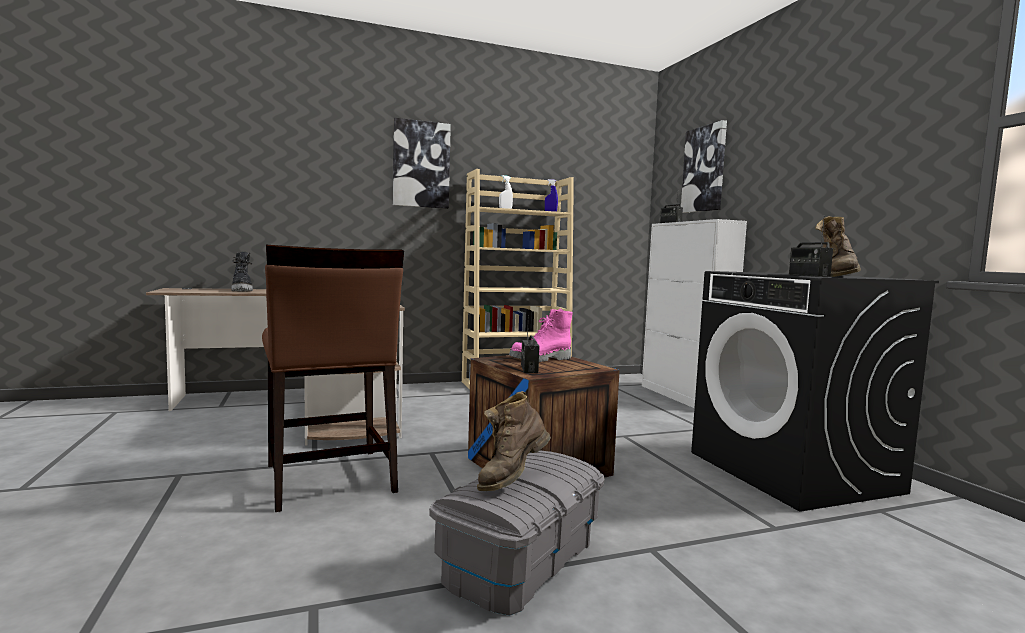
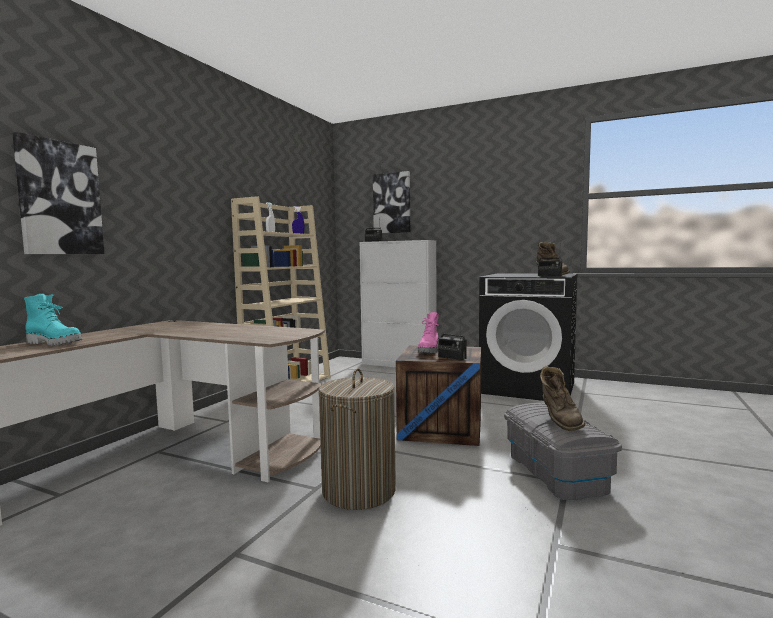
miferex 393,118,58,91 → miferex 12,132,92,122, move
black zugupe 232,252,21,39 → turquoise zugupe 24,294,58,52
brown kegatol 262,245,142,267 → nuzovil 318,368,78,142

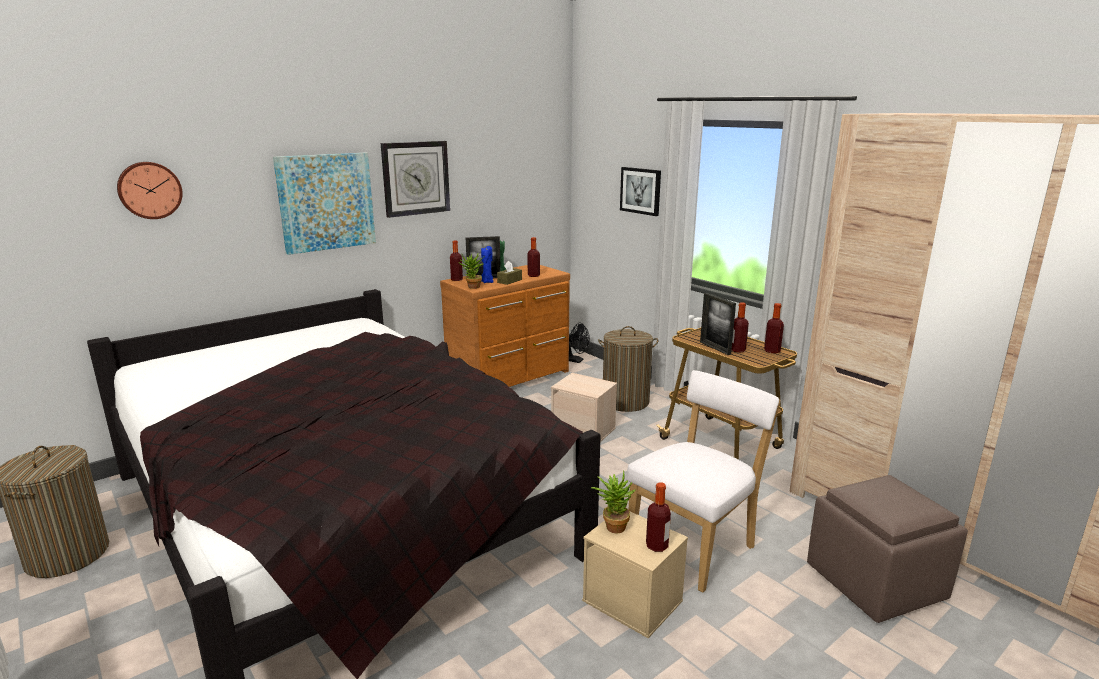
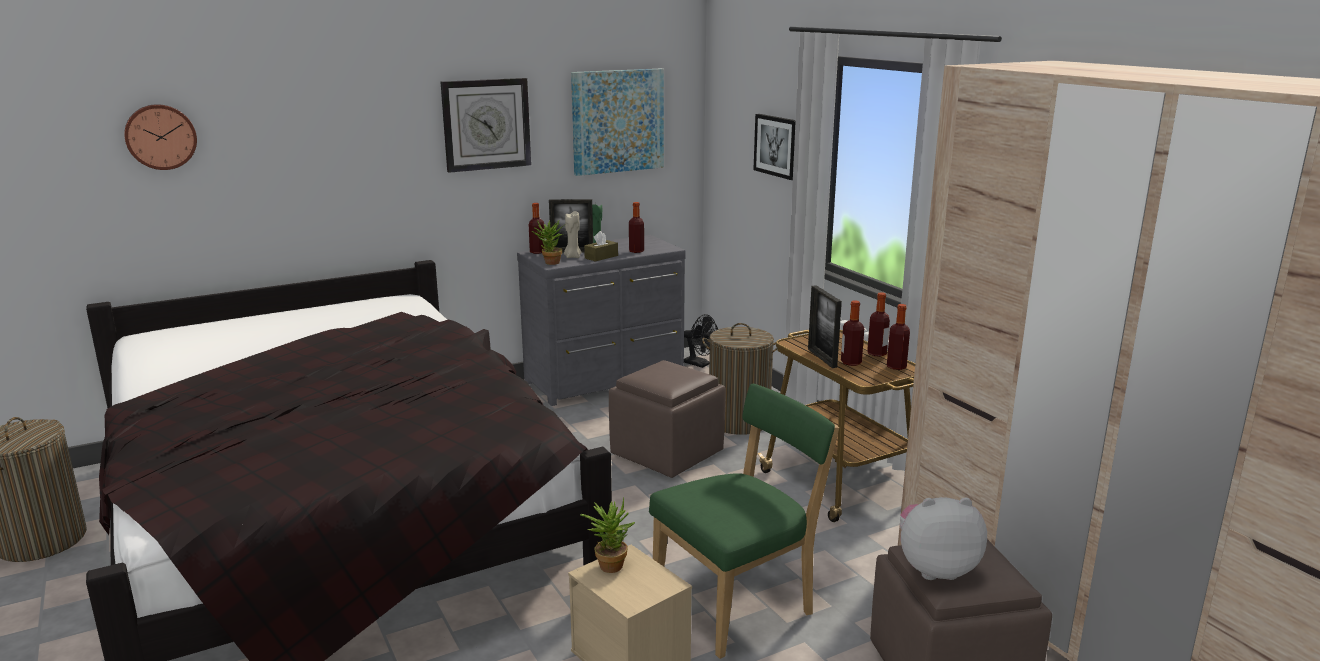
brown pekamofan 440,265,130,122 → grey pekamofan 517,235,169,171
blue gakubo 481,246,12,37 → beige gakubo 564,211,17,47
miferex 273,153,103,102 → miferex 571,69,93,107, move
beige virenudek 551,373,66,69 → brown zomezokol 609,360,117,118
white kegatol 626,370,155,223 → green kegatol 649,384,190,275
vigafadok 646,482,25,70 → vigafadok 867,292,23,65, move
- → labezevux 900,497,87,83

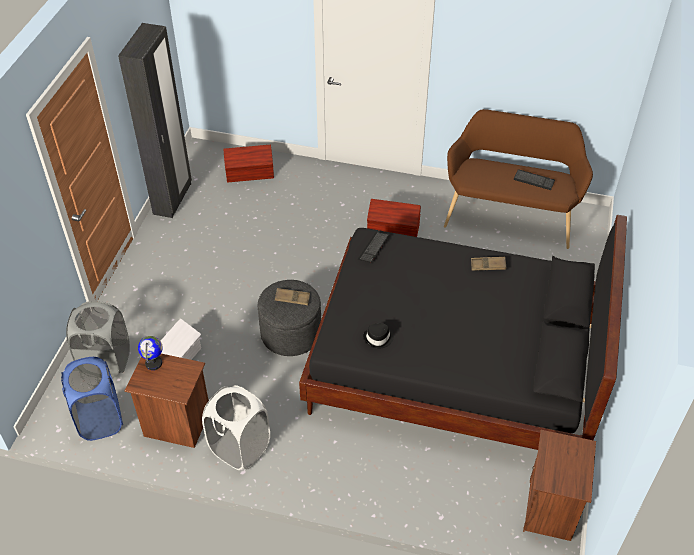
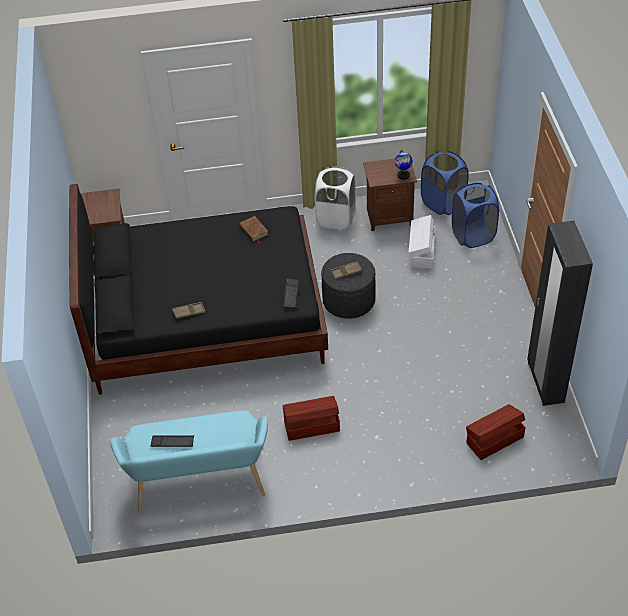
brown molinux 444,109,149,140 → turquoise molinux 110,410,158,104
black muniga 363,323,31,25 → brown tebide 239,216,30,27
grey nuzovil 66,301,64,77 → blue nuzovil 452,183,47,65

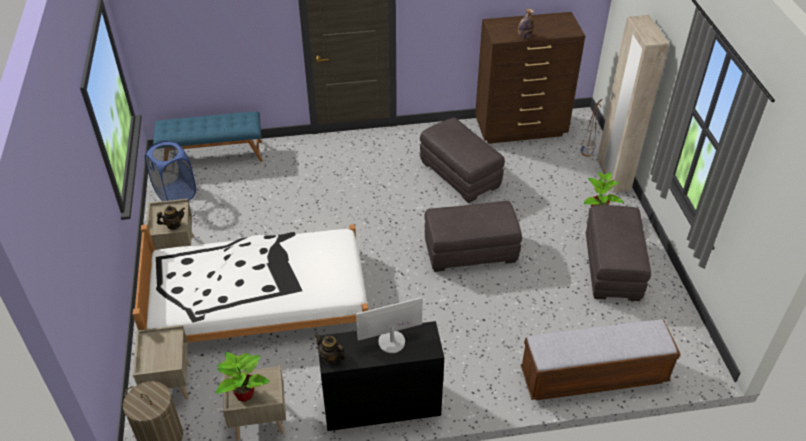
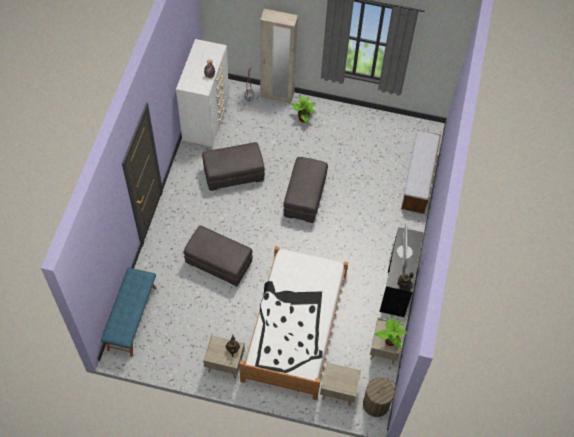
brown pekamofan 475,12,110,132 → white pekamofan 176,39,53,108
grey zomezokol 586,205,65,96 → grey zomezokol 184,226,69,60, move
blue nuzovil 145,141,51,60 → -

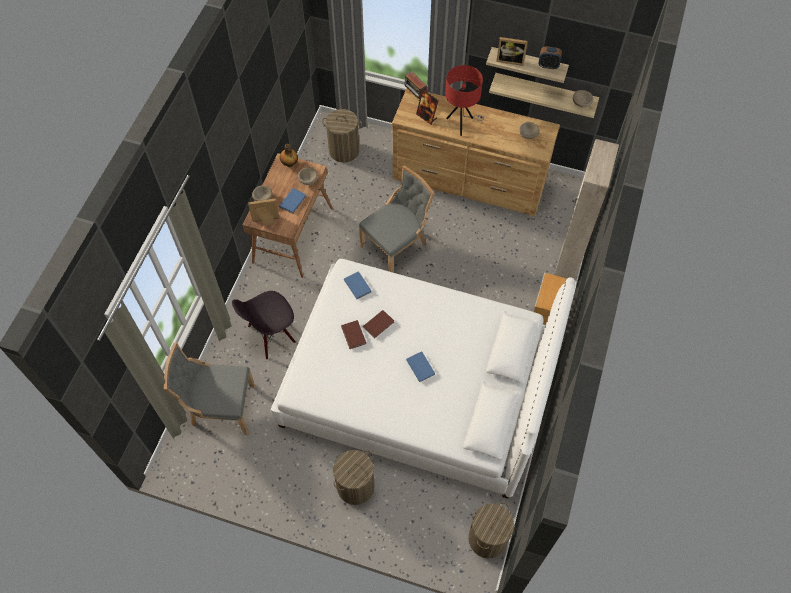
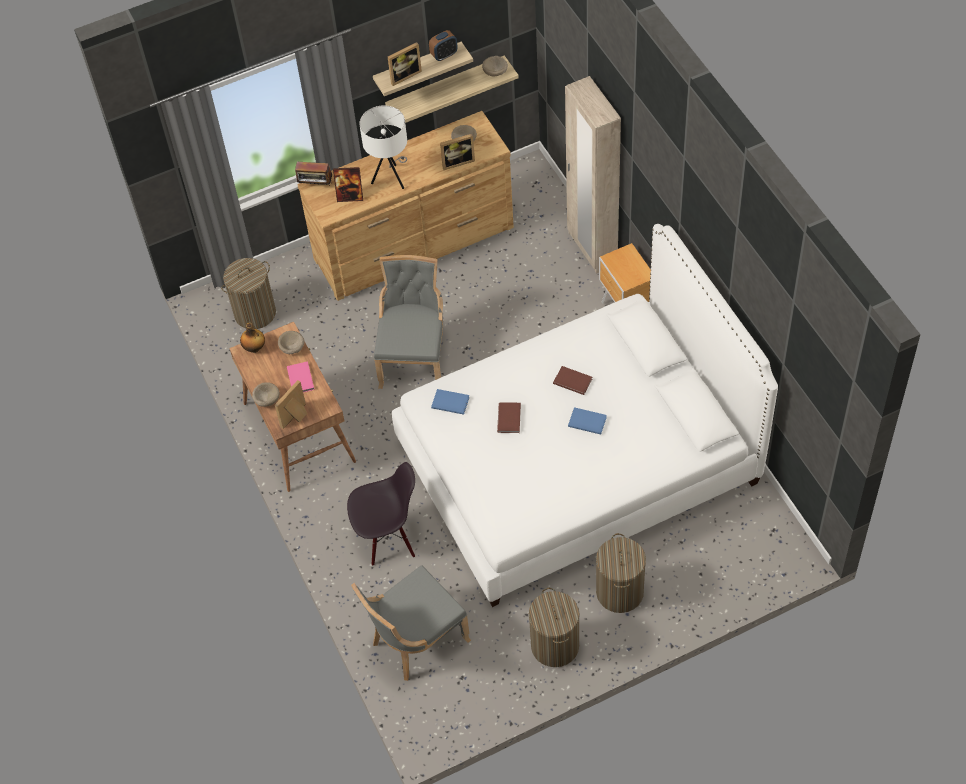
blue tebide 279,188,27,26 → pink tebide 287,361,27,31
black kegatol 232,291,63,68 → black kegatol 347,462,68,104, 120 degrees counterclockwise
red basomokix 445,65,39,71 → white basomokix 359,105,48,84
- → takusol 440,134,35,36
nuzovil 468,502,46,56 → nuzovil 529,588,51,79, move
brown tebide 341,320,25,29 → brown tebide 553,366,39,29, move

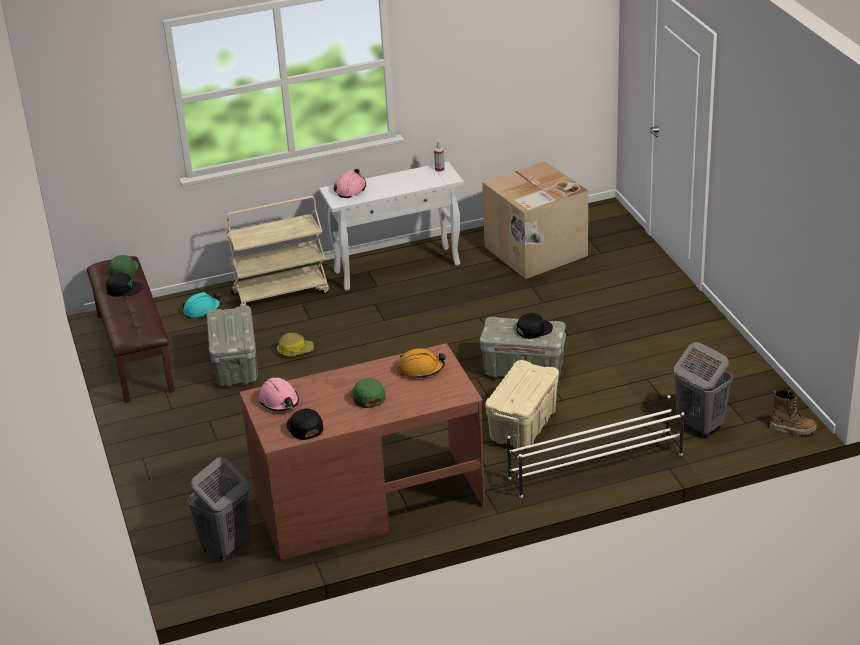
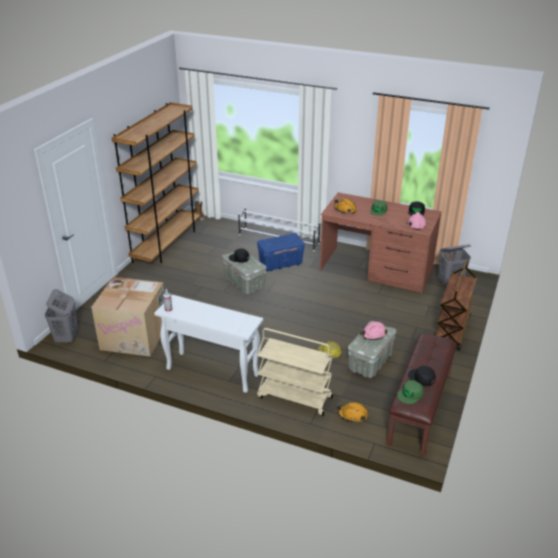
grey nuzovil 674,342,59,94 → grey nuzovil 44,289,34,56, move
- → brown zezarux 111,102,89,161
beige virenudek 485,360,74,89 → blue virenudek 257,233,48,38
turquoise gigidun 183,292,38,26 → orange gigidun 337,402,31,21
pink gigidun 334,169,32,29 → pink gigidun 360,321,27,19, move
- → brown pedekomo 436,259,41,91

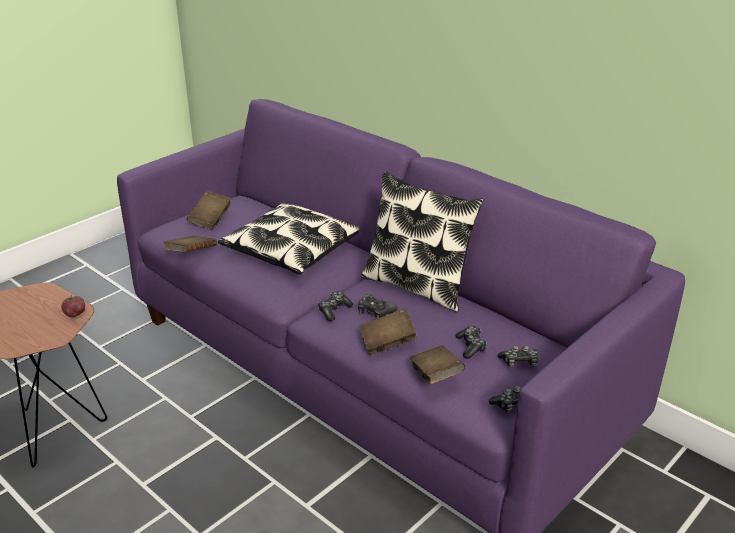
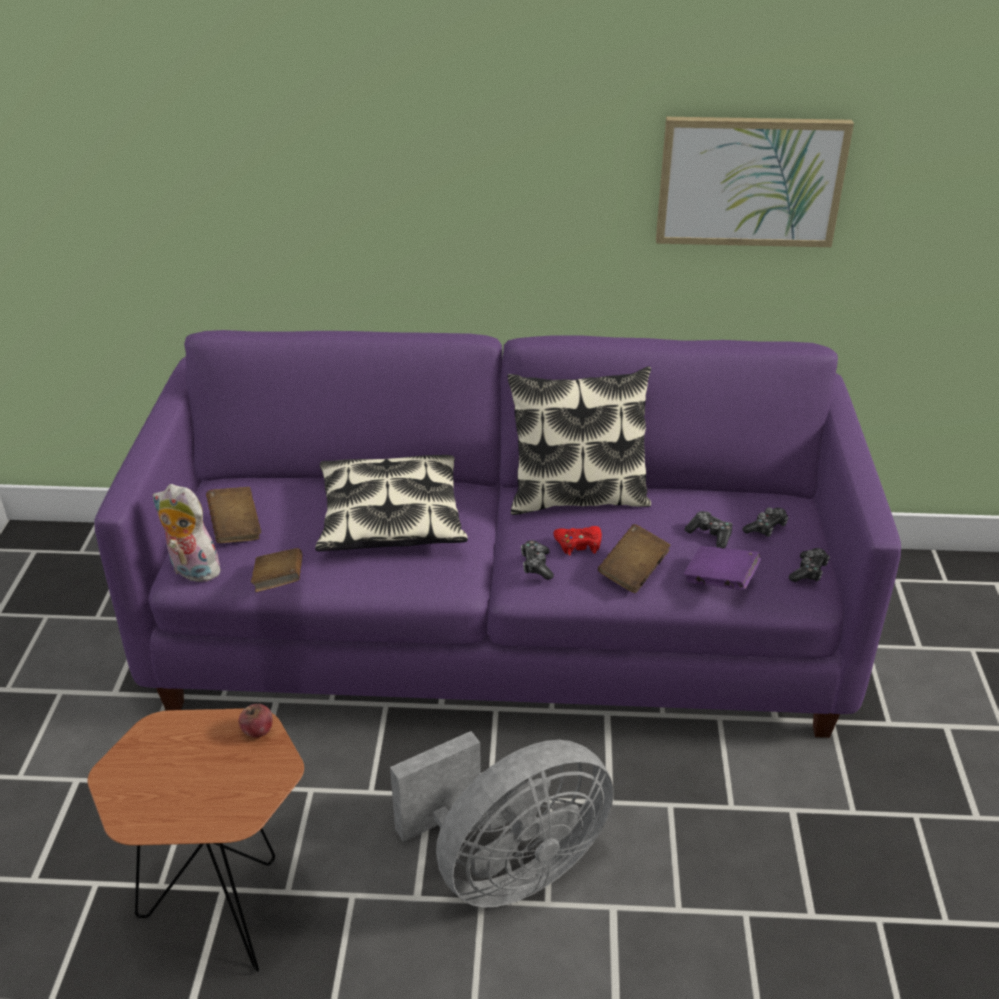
- → labezevux 153,484,74,98
- → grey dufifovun 390,731,224,177
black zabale 358,294,40,25 → red zabale 553,526,49,30
- → miferex 656,117,198,130
brown tebide 409,345,57,39 → purple tebide 684,546,77,44

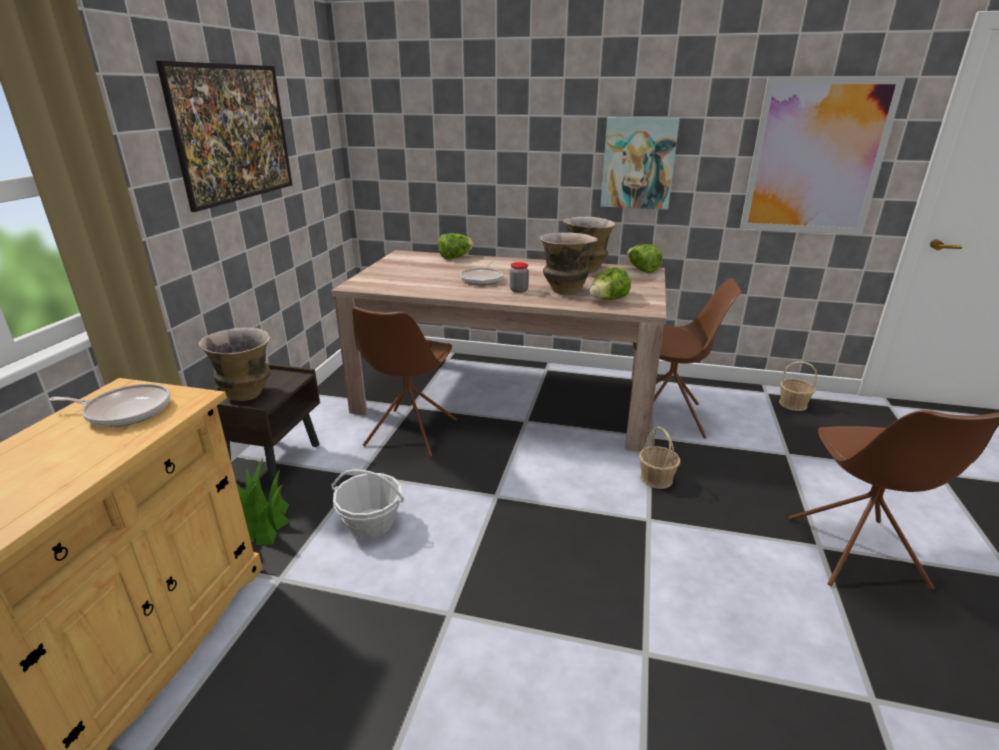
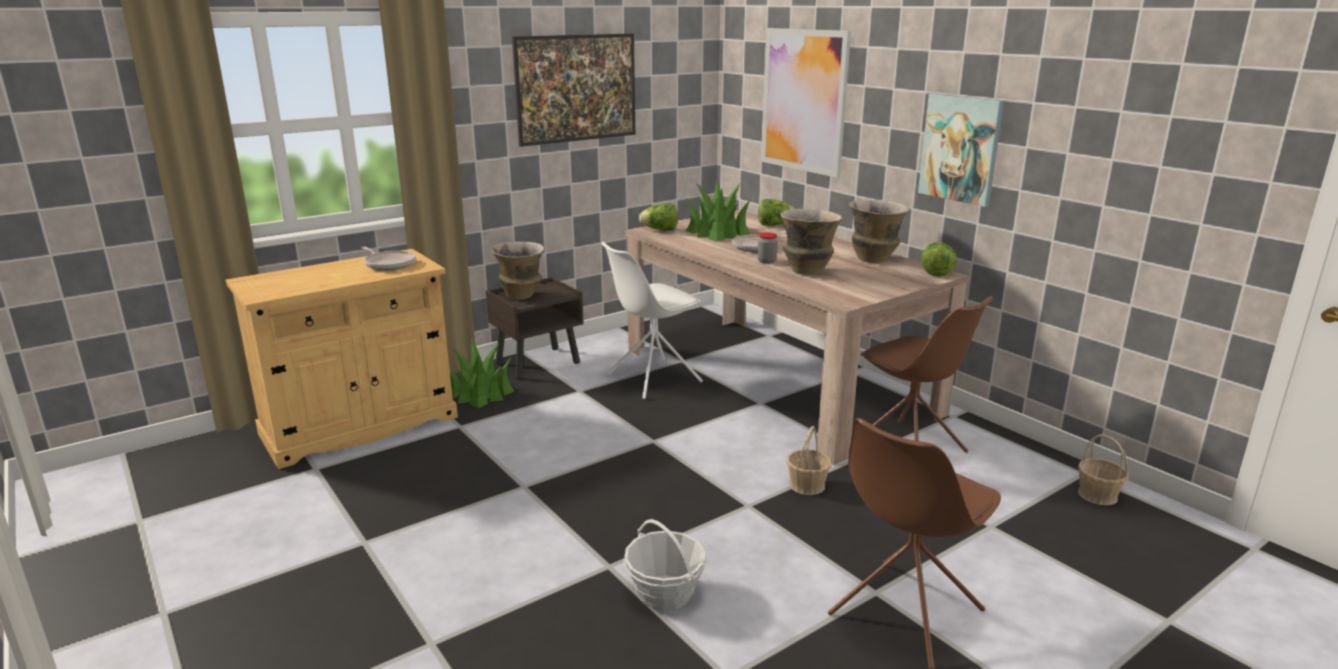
brown kegatol 352,307,105,150 → white kegatol 602,242,101,157
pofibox 331,469,73,69 → pofibox 624,519,82,92, move
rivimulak 590,268,41,32 → rivimulak 639,203,39,28, move
- → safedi 686,181,64,61
miferex 740,76,166,159 → miferex 761,28,90,150, move

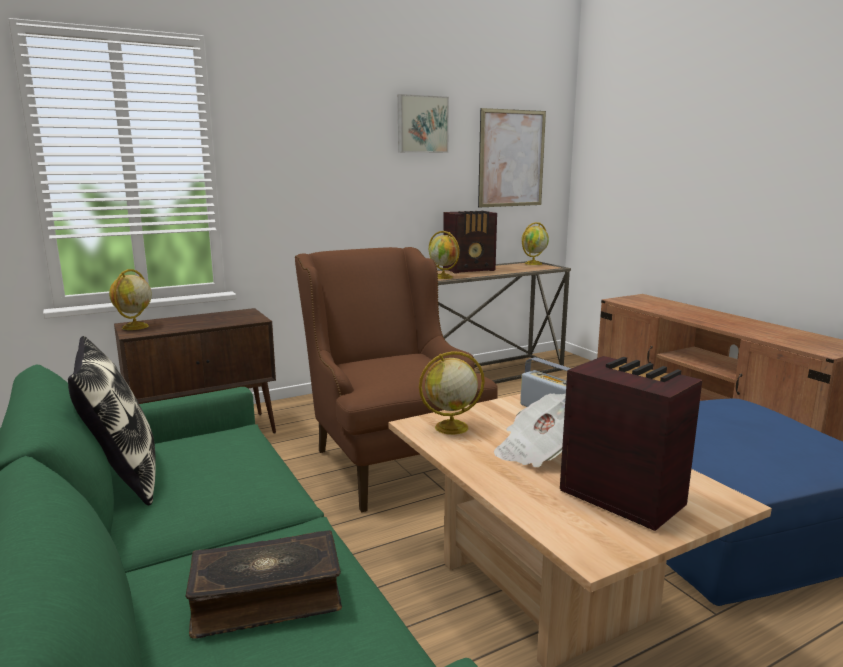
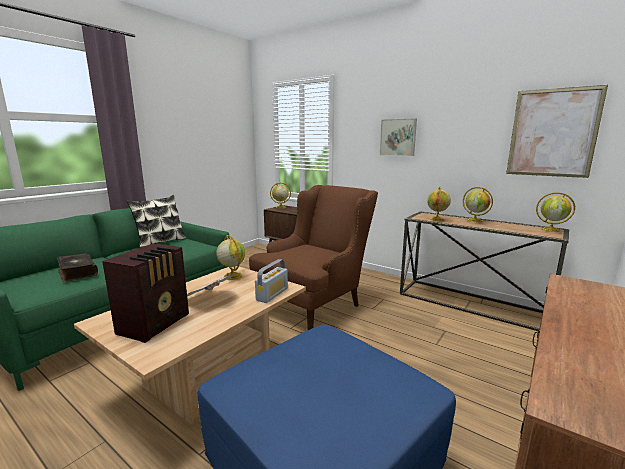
miferex 398,94,51,59 → miferex 380,118,37,38, move
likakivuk 443,211,54,63 → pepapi 463,187,30,36

